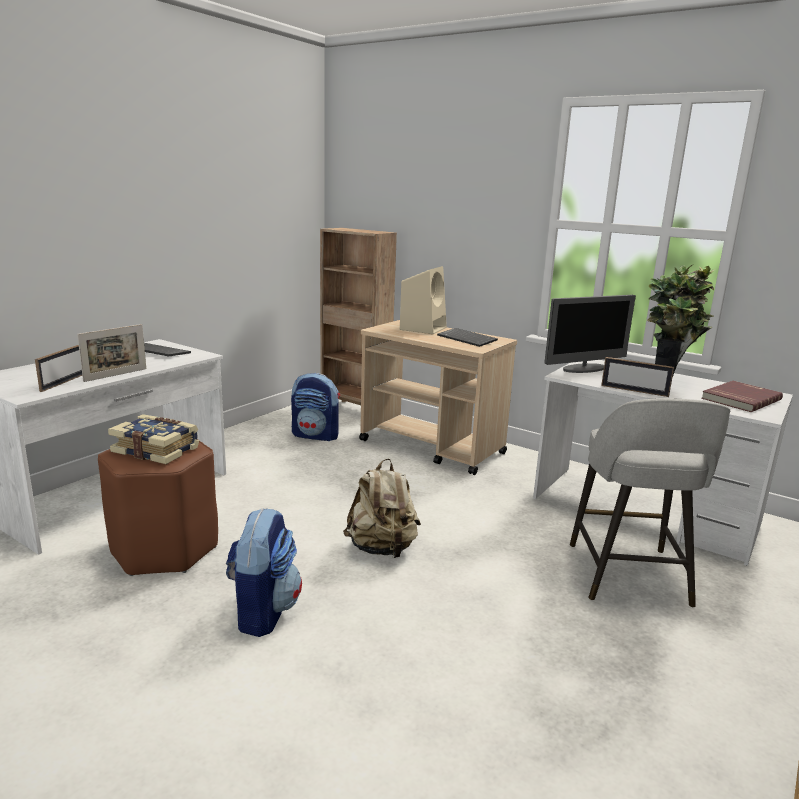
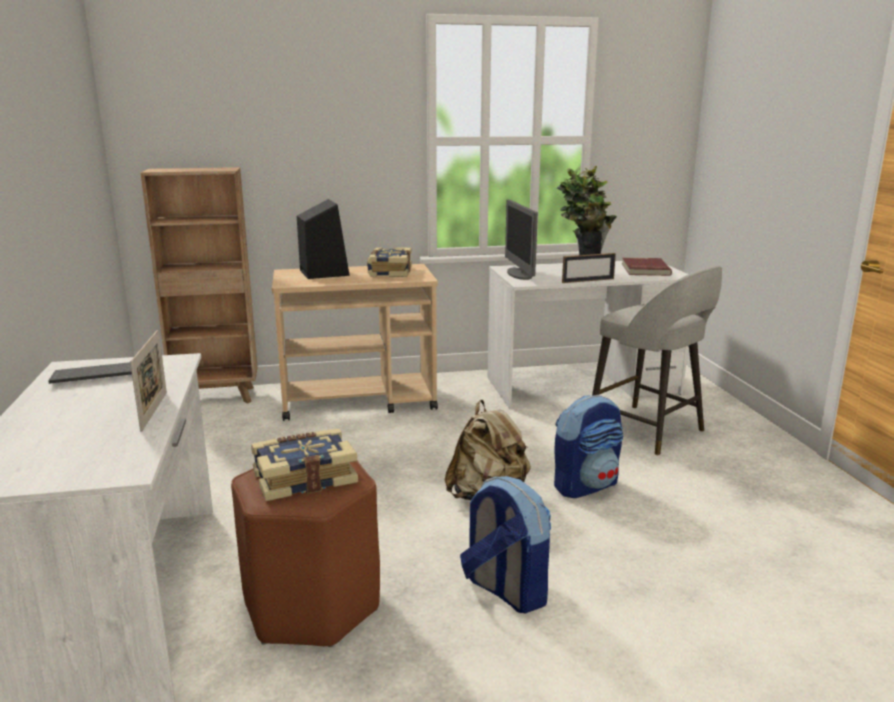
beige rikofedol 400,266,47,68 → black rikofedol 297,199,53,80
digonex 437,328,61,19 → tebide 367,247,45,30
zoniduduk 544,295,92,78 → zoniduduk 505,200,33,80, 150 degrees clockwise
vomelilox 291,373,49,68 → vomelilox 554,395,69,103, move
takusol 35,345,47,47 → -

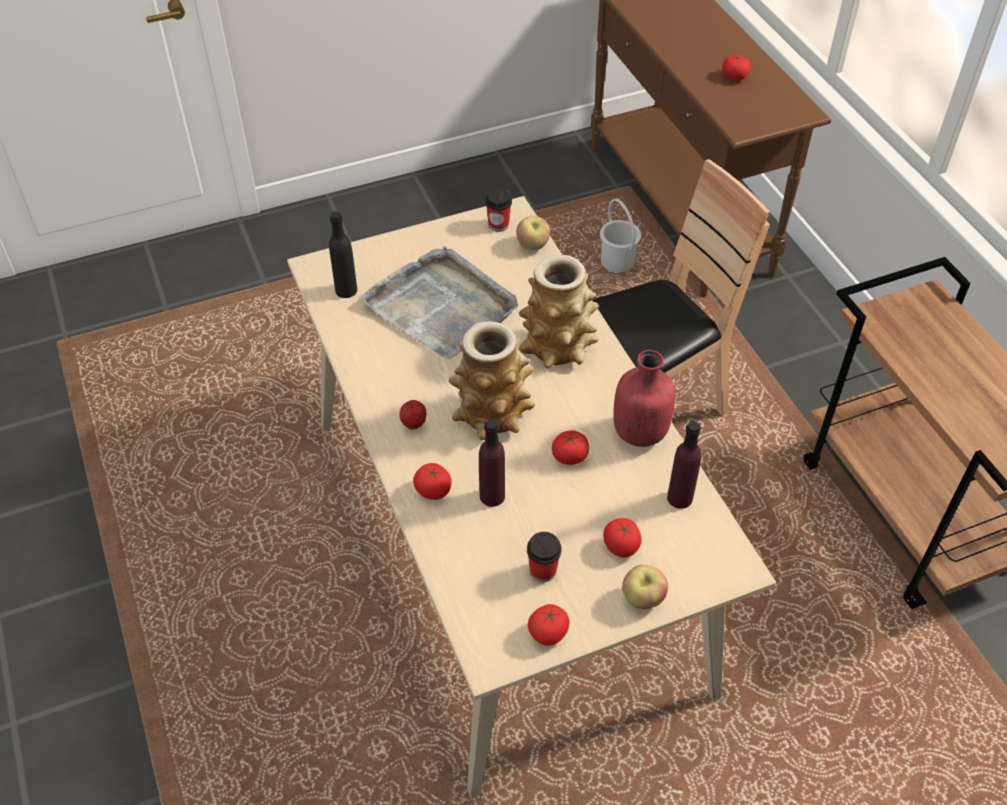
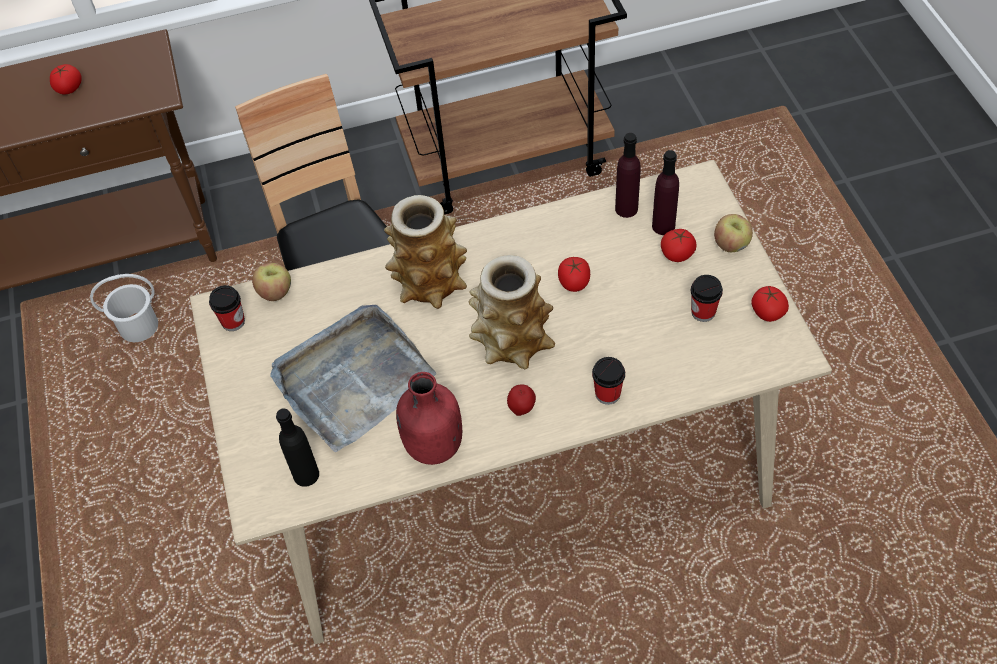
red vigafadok 613,350,63,97 → red vigafadok 396,372,66,93, move
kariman 413,463,39,37 → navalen 592,357,33,48
purple vigafadok 479,419,26,88 → purple vigafadok 652,150,27,85, move

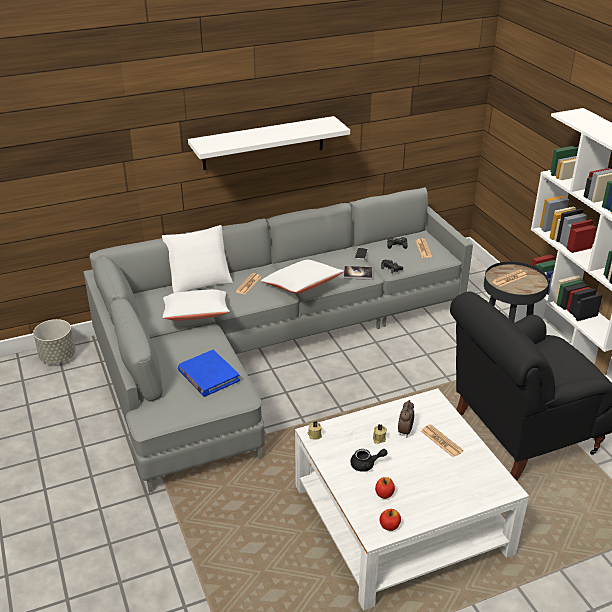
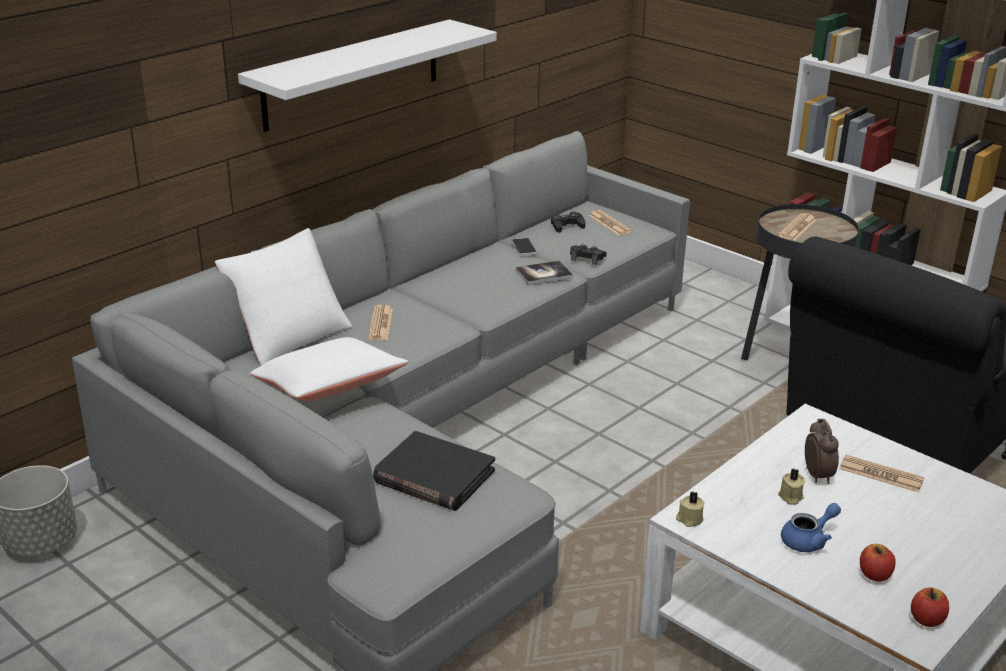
blue tebide 178,350,62,47 → black tebide 373,431,122,80
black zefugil 350,449,38,23 → blue zefugil 781,503,60,49
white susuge 261,260,83,34 → -

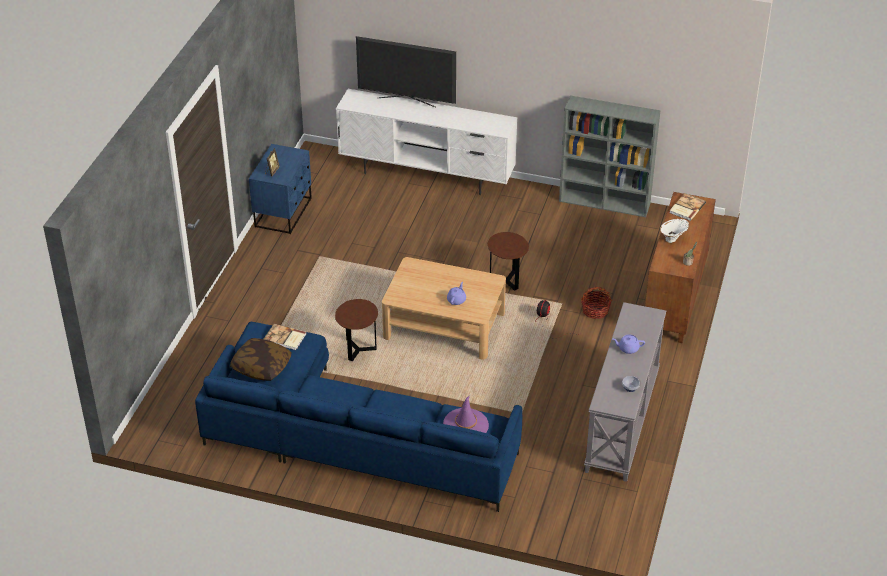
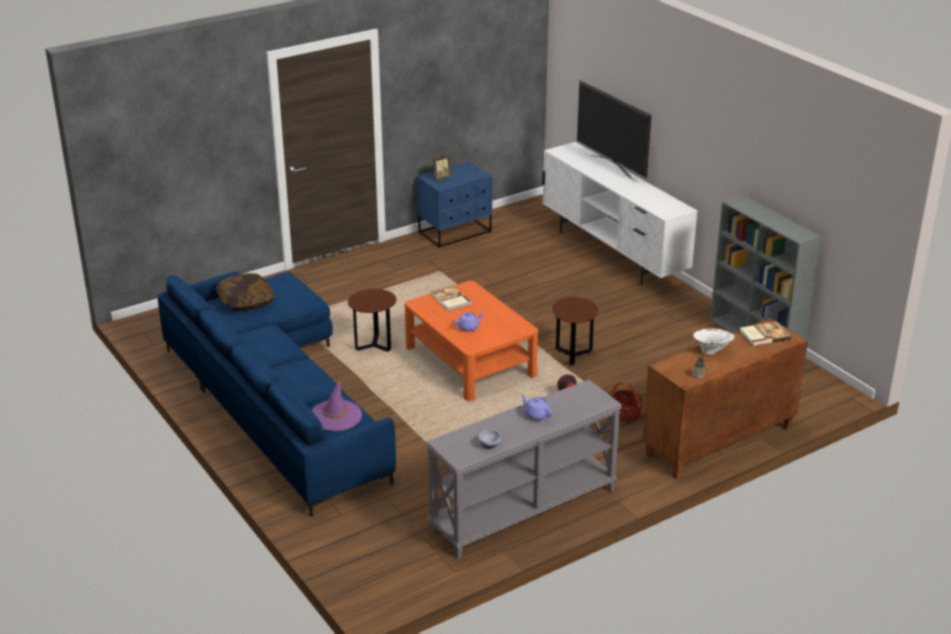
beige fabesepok 382,257,124,102 → orange fabesepok 404,281,134,120
tebide 264,324,43,26 → tebide 431,285,41,26, move

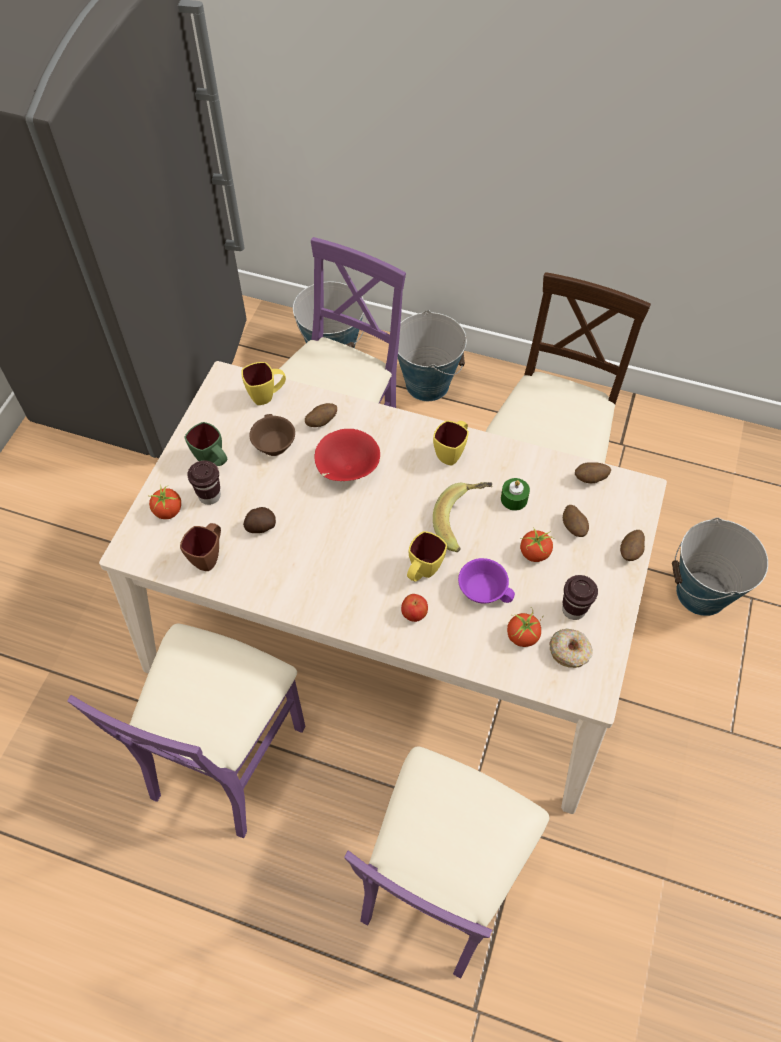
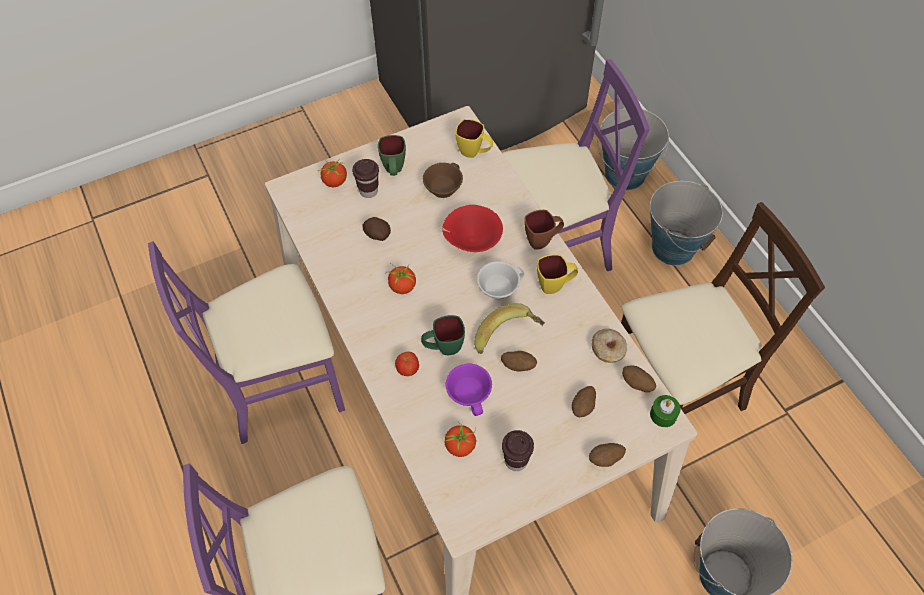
kariman 520,527,34,35 → kariman 385,264,31,30, move
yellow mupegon 407,531,40,50 → green mupegon 421,315,44,40
- → white navalen 477,261,47,38
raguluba 305,403,32,24 → raguluba 501,351,36,21, move
brown mupegon 180,523,41,48 → brown mupegon 524,210,40,39, move
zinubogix 549,629,44,39 → zinubogix 592,329,35,34, move
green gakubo 501,478,29,33 → green gakubo 650,395,31,32, move

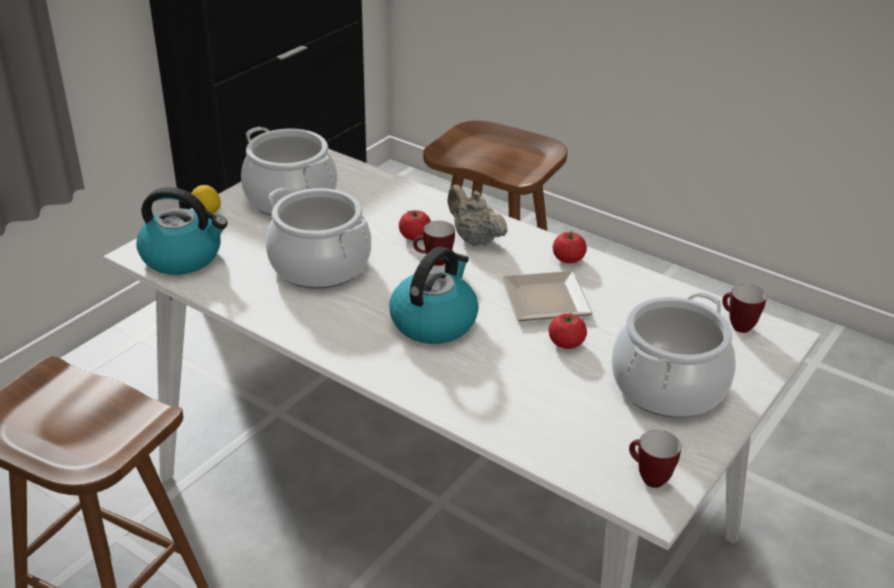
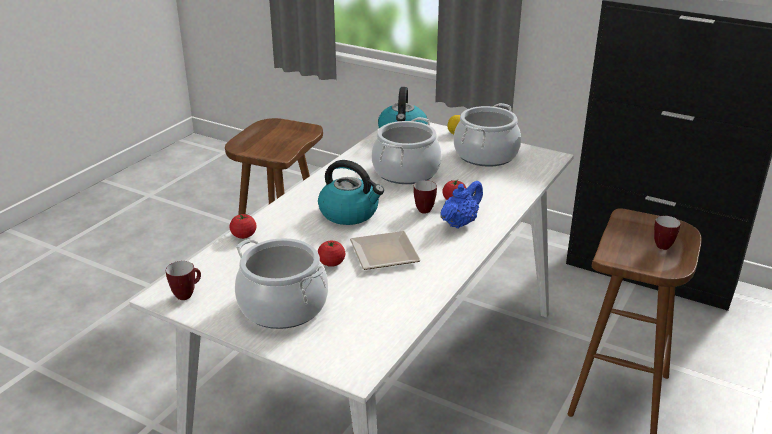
kariman 553,231,34,33 → kariman 230,214,27,25, move
beige zefugil 448,185,60,61 → blue zefugil 440,181,43,48
mupegon 722,284,45,49 → mupegon 654,216,27,34, move

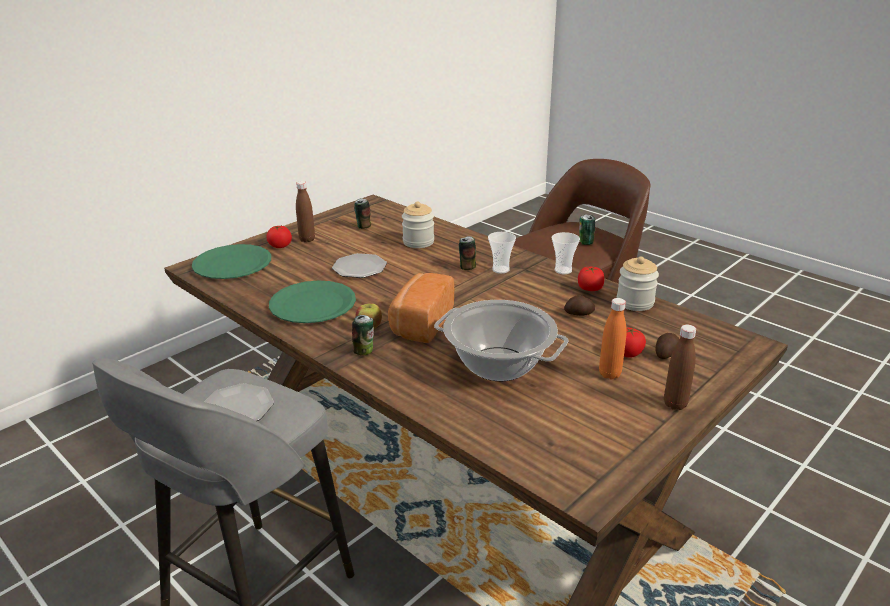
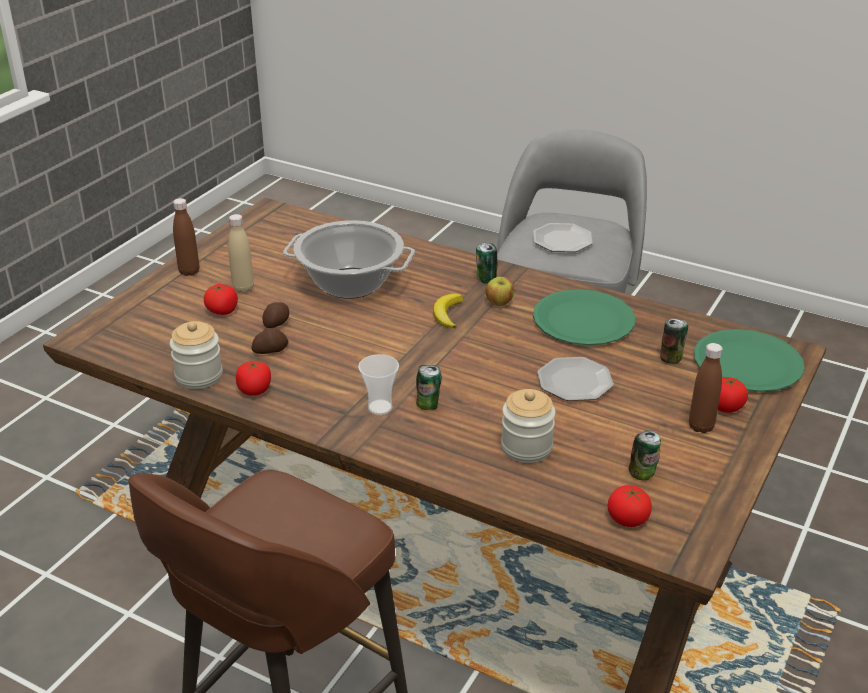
orange vigafadok 599,298,27,81 → beige vigafadok 228,214,26,79
raguluba 655,333,24,26 → raguluba 262,302,27,26, move
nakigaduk 388,273,66,70 → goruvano 433,293,30,36
- → kariman 608,485,44,42
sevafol 579,214,16,31 → sevafol 660,319,28,44, move
navalen 552,232,28,42 → -

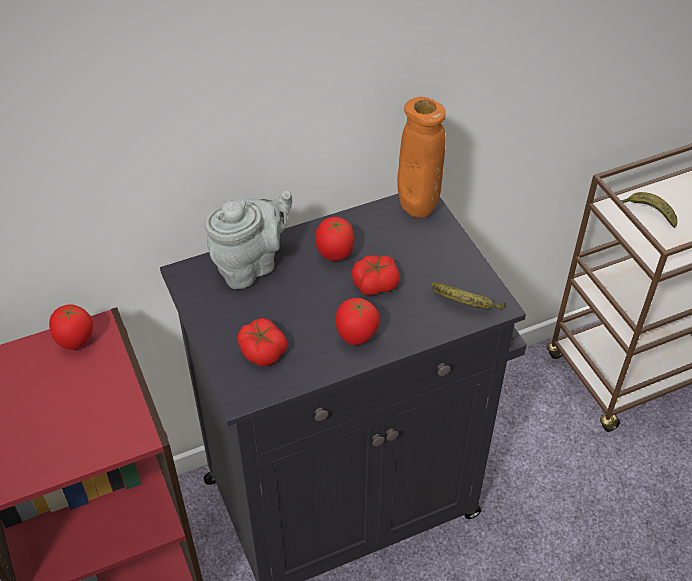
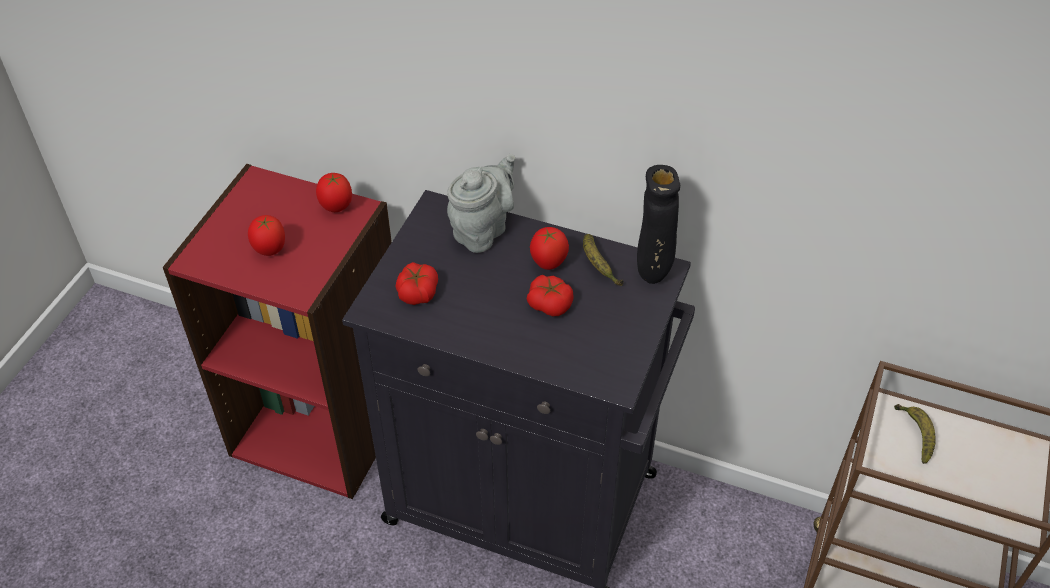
kariman 335,298,45,47 → kariman 248,215,37,41, move
grey zefugil 205,191,87,98 → grey zefugil 447,154,68,99, 60 degrees counterclockwise
goruvano 431,282,75,28 → goruvano 583,234,41,52, move
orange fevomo 397,97,49,121 → black fevomo 637,165,43,119

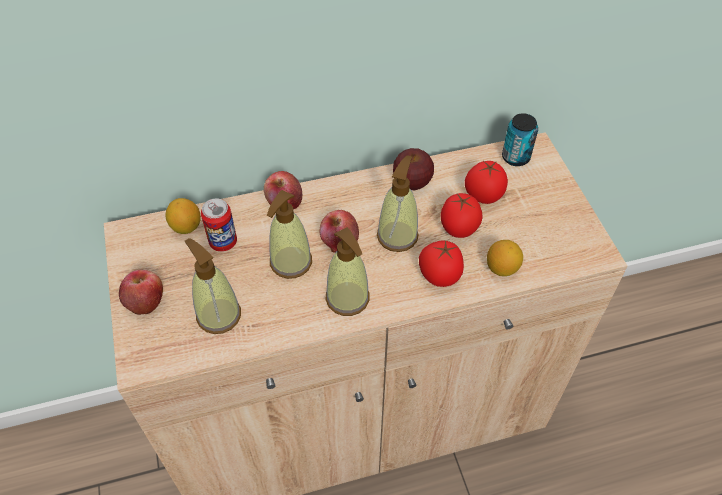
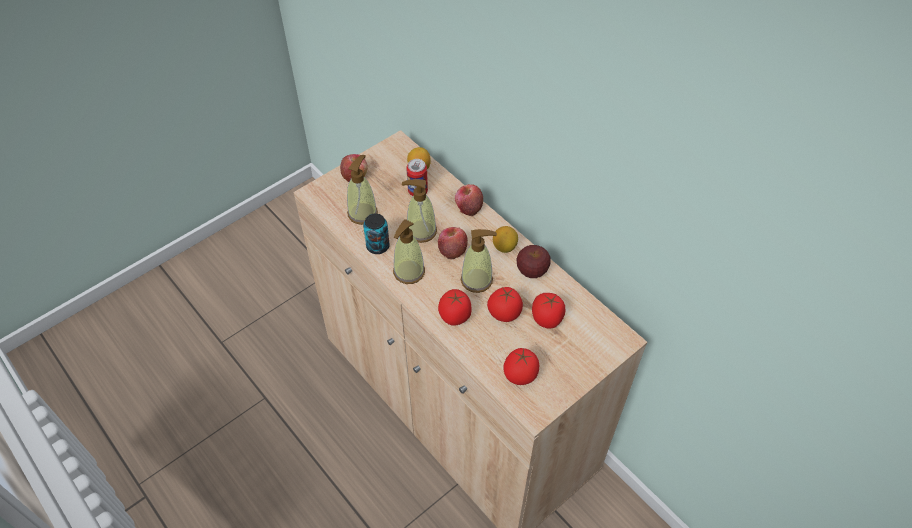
sevafol 502,113,36,53 → sevafol 363,213,27,41, move
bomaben 487,240,36,36 → bomaben 493,226,25,27, move
- → kariman 503,348,36,37

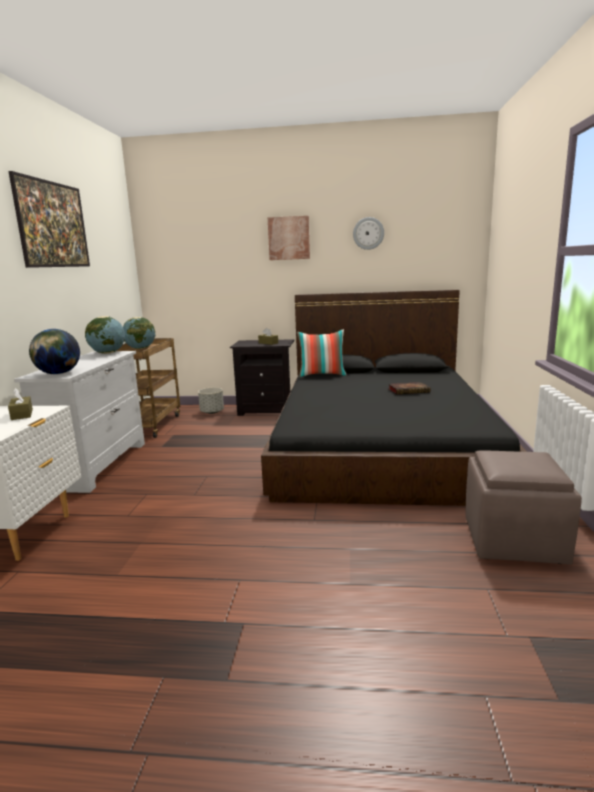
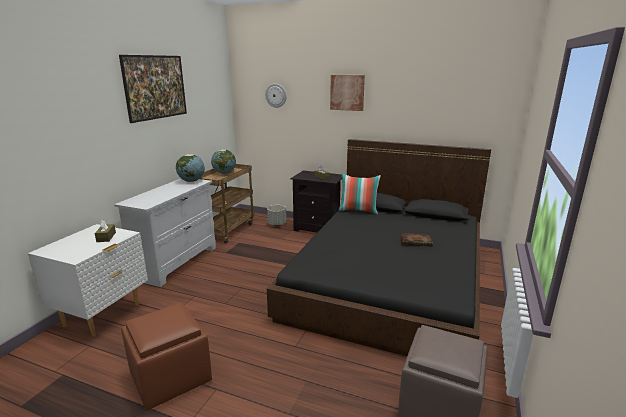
- → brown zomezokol 121,303,91,107
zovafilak 353,217,31,33 → zovafilak 265,83,22,25, move
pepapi 29,329,51,45 → -

